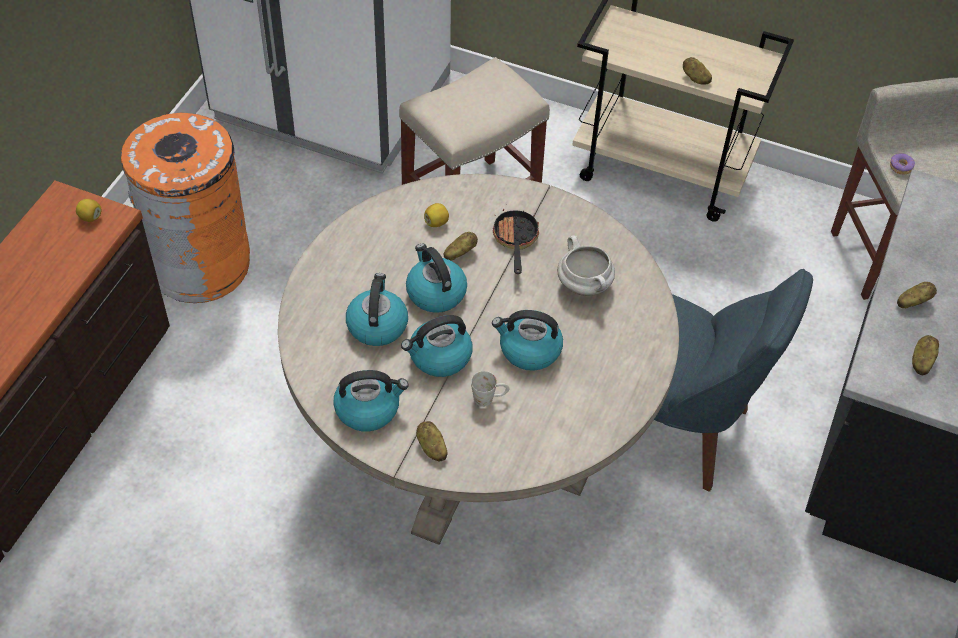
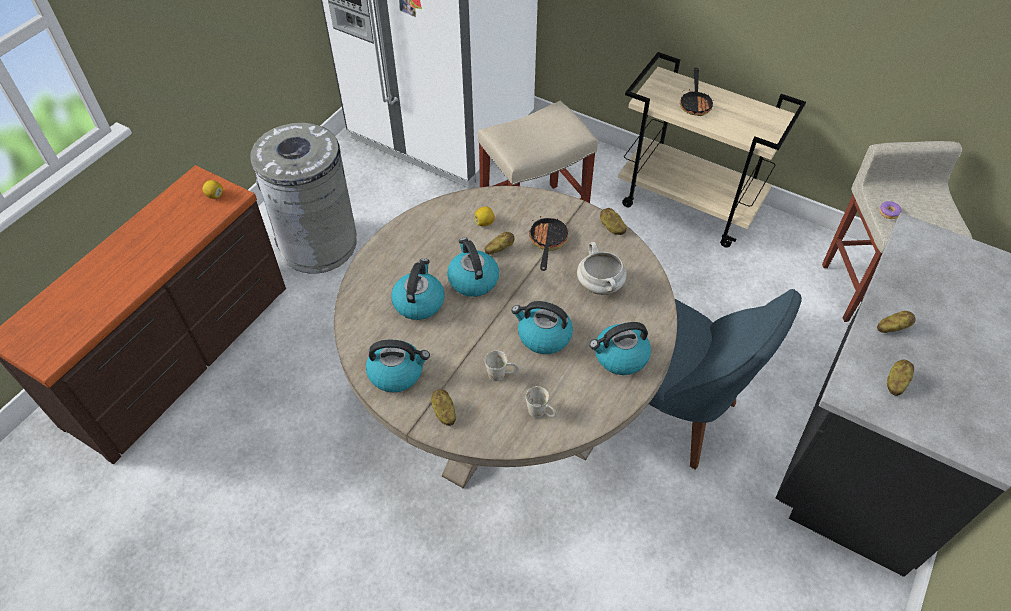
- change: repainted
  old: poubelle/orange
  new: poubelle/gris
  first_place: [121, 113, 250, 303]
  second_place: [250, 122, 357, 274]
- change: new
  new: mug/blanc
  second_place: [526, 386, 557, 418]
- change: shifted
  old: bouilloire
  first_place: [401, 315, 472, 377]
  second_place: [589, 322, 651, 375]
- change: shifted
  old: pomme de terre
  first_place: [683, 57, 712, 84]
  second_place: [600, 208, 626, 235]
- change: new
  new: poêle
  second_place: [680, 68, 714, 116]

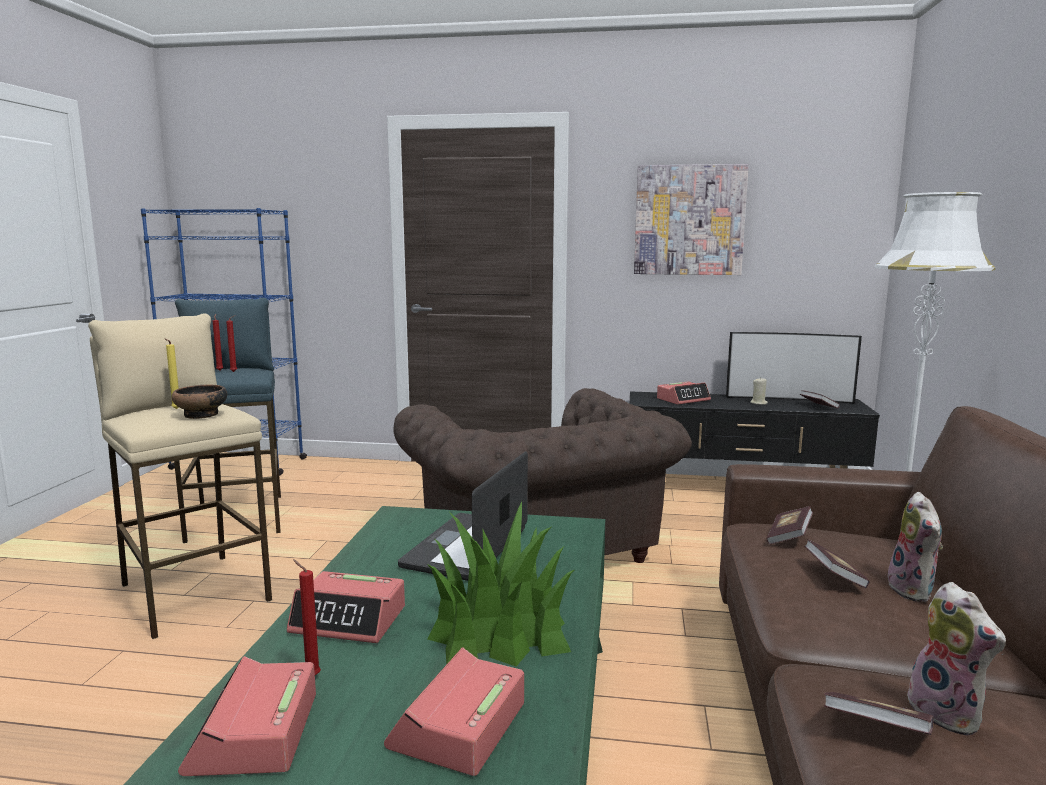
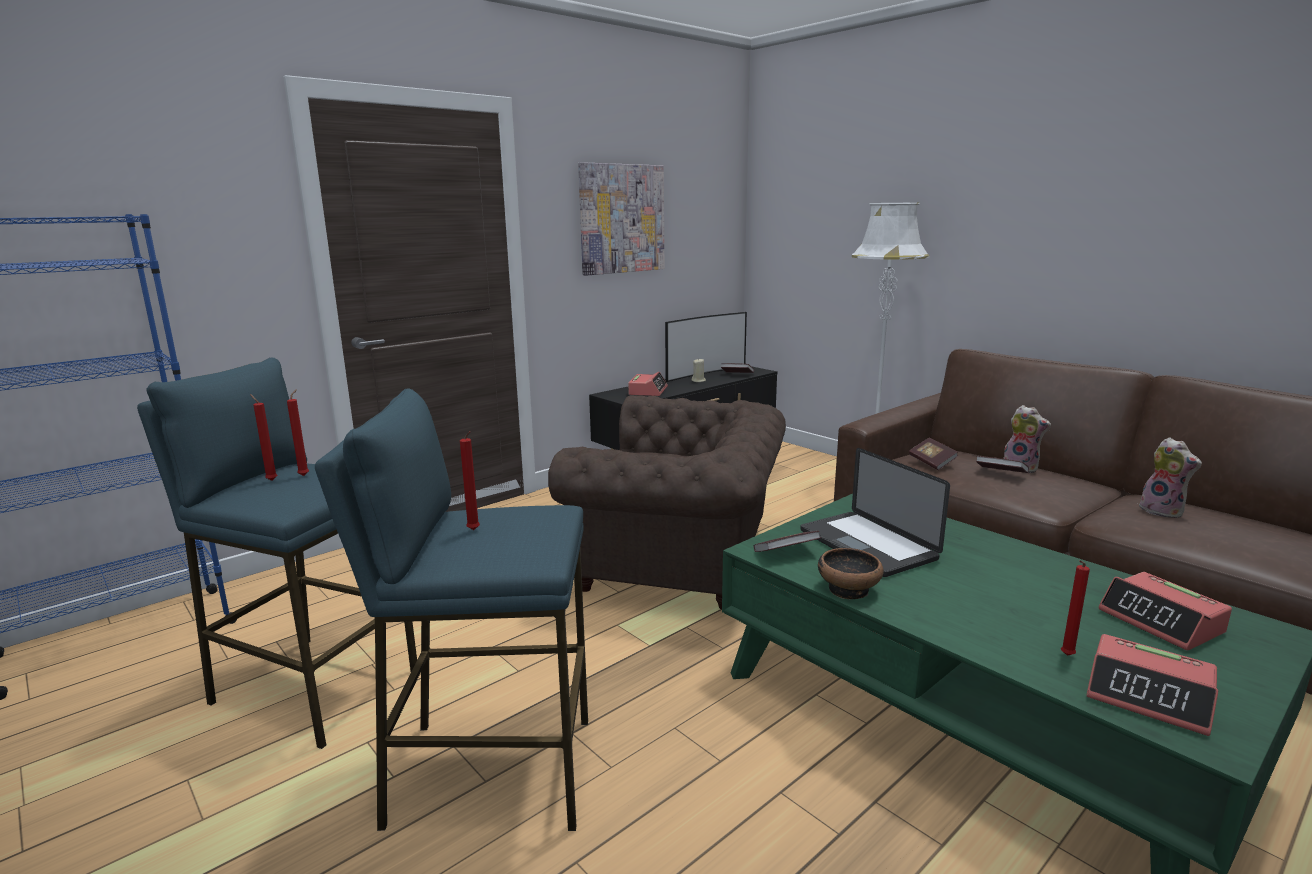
- change: repainted
  old: tabouret/beige
  new: tabouret/bleu
  first_place: [88, 313, 272, 639]
  second_place: [315, 388, 588, 831]
- change: repainted
  old: bougie/jaune
  new: bougie/rouge
  first_place: [165, 339, 179, 409]
  second_place: [460, 432, 480, 530]
- change: shifted
  old: livre
  first_place: [824, 692, 934, 735]
  second_place: [753, 531, 821, 552]
- change: shifted
  old: bol
  first_place: [172, 385, 227, 419]
  second_place: [818, 548, 884, 599]
- change: rotated
  old: peluche
  first_place: [907, 582, 1006, 735]
  second_place: [1139, 437, 1202, 518]
  degrees: 45
- change: gone
  old: réveil
  first_place: [287, 571, 405, 643]
- change: gone
  old: plante en pot
  first_place: [427, 501, 574, 666]

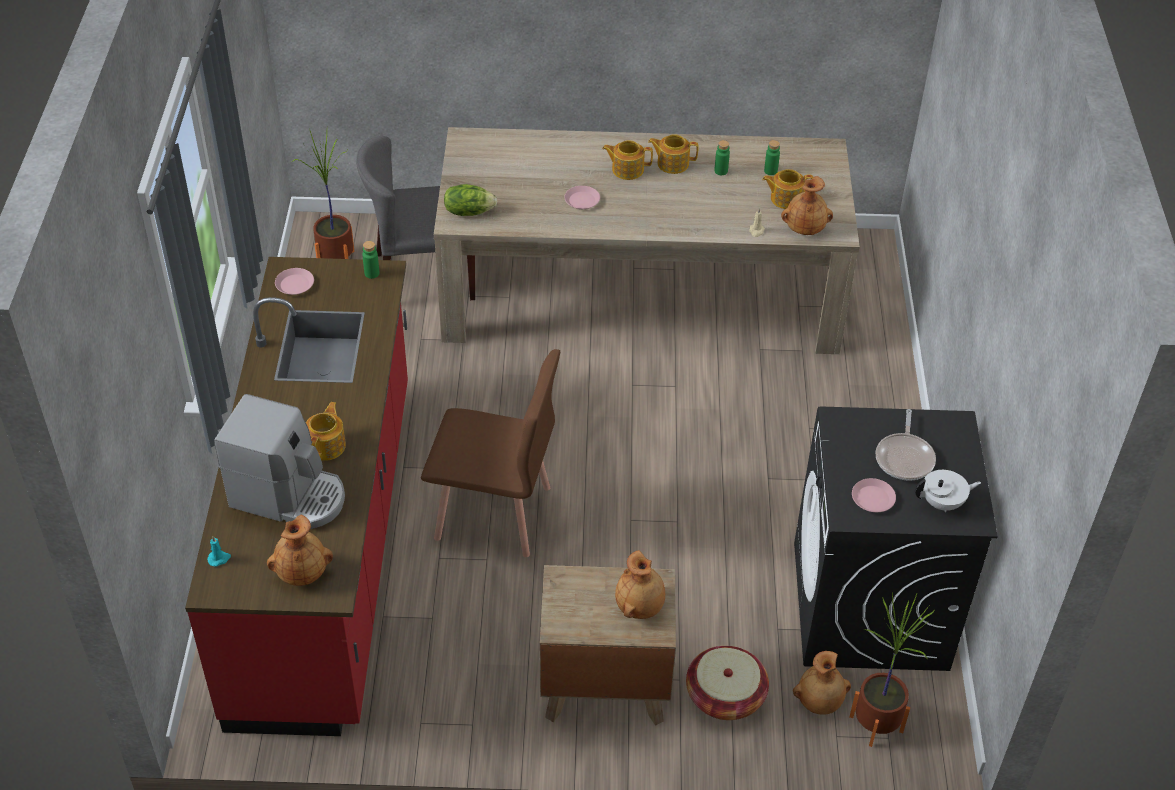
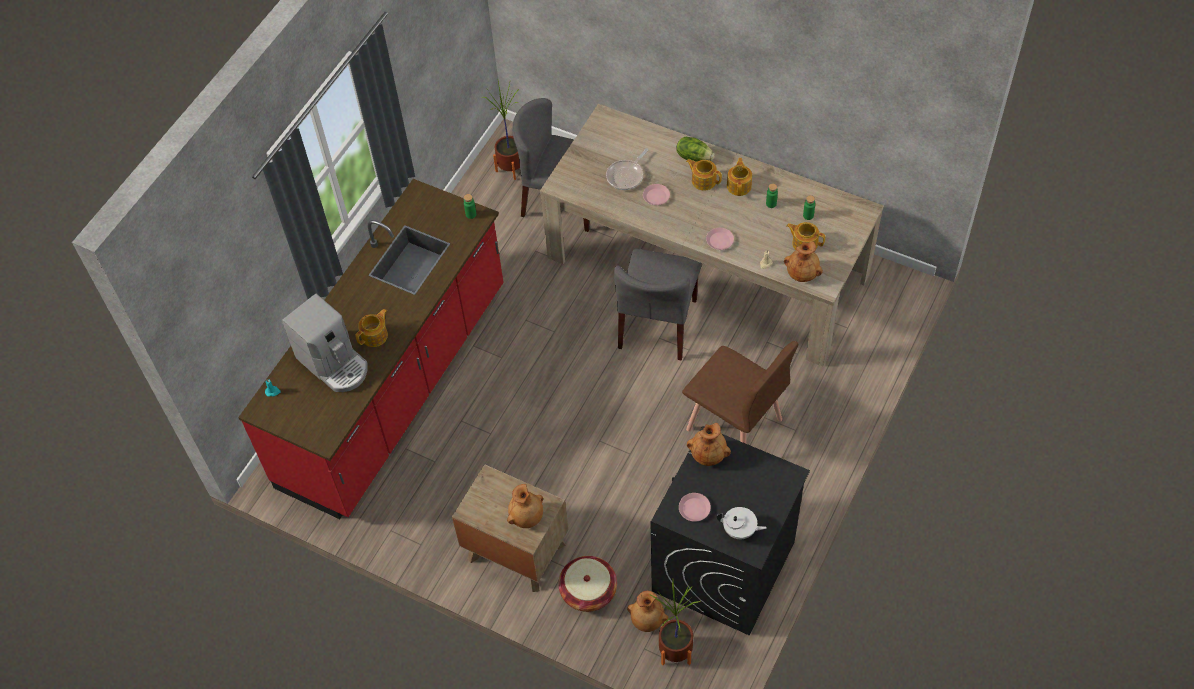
- change: shifted
  old: poêle
  first_place: [876, 409, 936, 481]
  second_place: [606, 148, 648, 190]
- change: new
  new: chaise/gris
  second_place: [614, 249, 702, 361]
- change: shifted
  old: laitue
  first_place: [444, 184, 497, 216]
  second_place: [677, 137, 715, 162]
- change: shifted
  old: chaise/marron
  first_place: [421, 349, 560, 557]
  second_place: [682, 341, 799, 444]
- change: shifted
  old: vase/marron
  first_place: [267, 515, 333, 586]
  second_place: [687, 423, 731, 466]
- change: shifted
  old: assiette/rose
  first_place: [275, 268, 314, 295]
  second_place: [706, 228, 734, 250]
- change: rotated
  old: théière
  first_place: [648, 134, 698, 174]
  second_place: [727, 158, 752, 196]
  degrees: 60

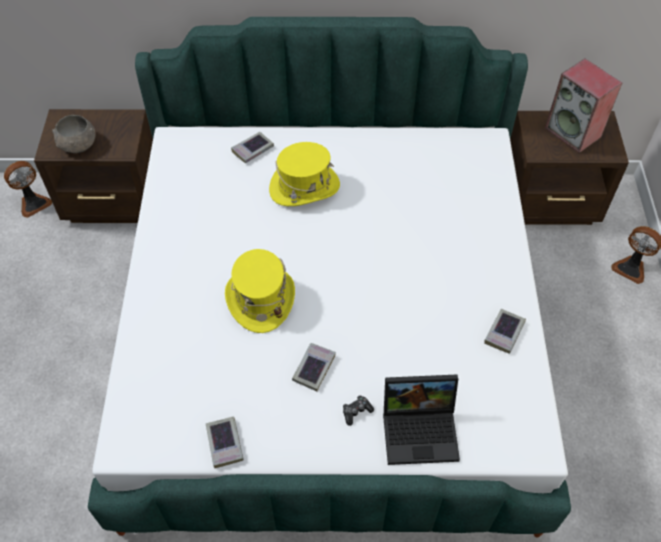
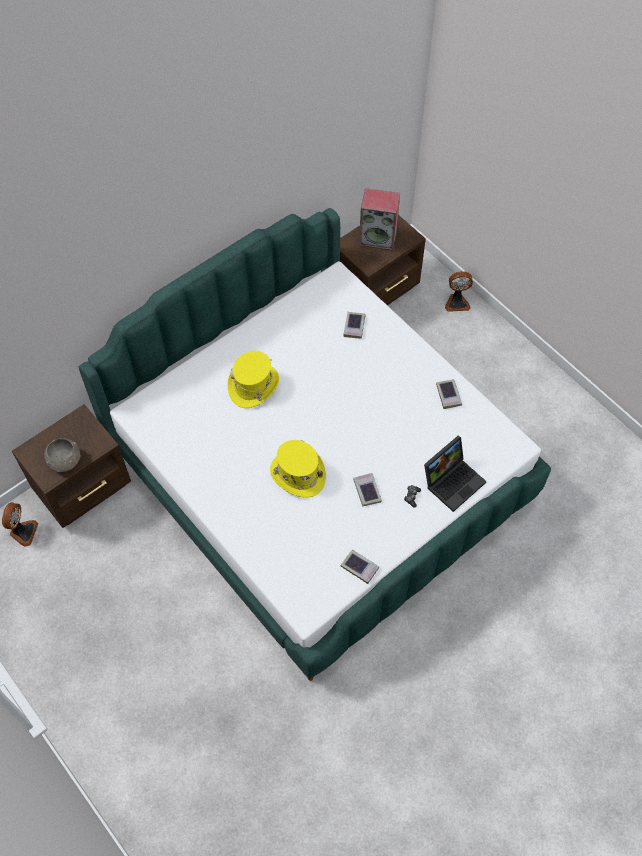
- change: shifted
  old: livre
  first_place: [231, 132, 274, 163]
  second_place: [343, 312, 365, 339]

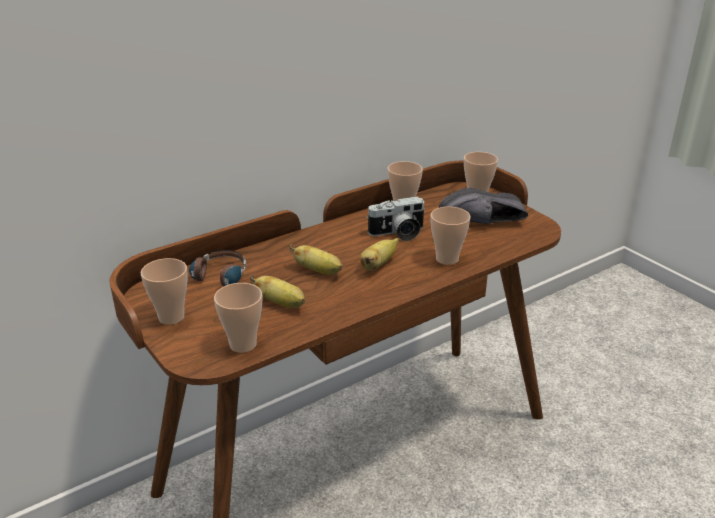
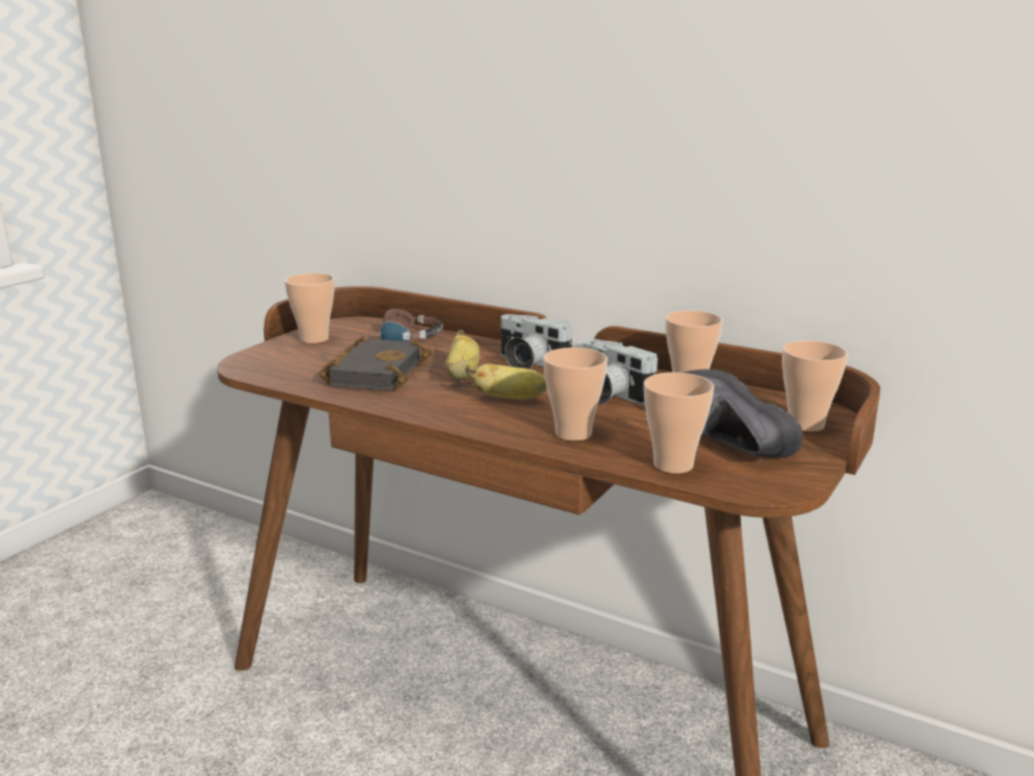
- change: swapped
  old: banane
  new: livre/noir
  first_place: [250, 274, 305, 308]
  second_place: [319, 336, 432, 391]
- change: new
  new: appareil photo
  second_place: [500, 314, 573, 369]
- change: shifted
  old: tasse
  first_place: [214, 283, 262, 353]
  second_place: [644, 372, 714, 474]

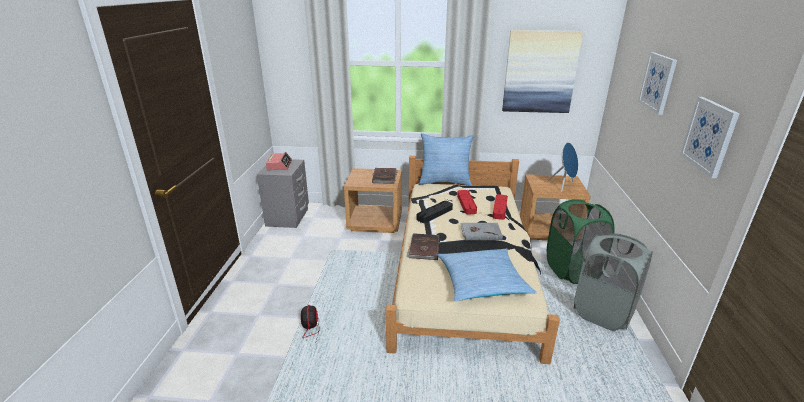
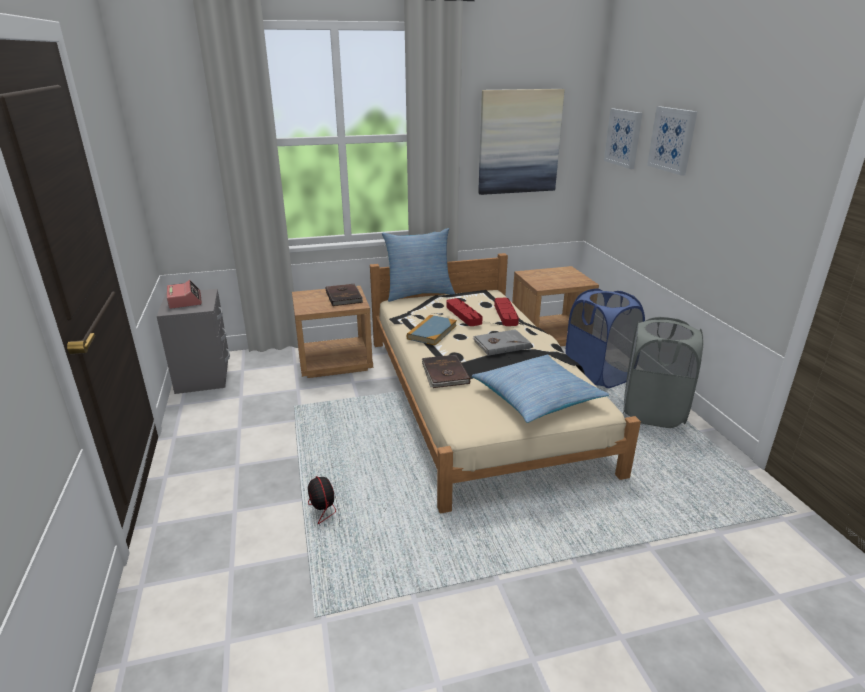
- change: swapped
  old: plateau/noir
  new: livre
  first_place: [417, 201, 453, 223]
  second_place: [407, 315, 457, 345]
- change: repainted
  old: panier à linge/vert
  new: panier à linge/bleu
  first_place: [547, 199, 615, 284]
  second_place: [565, 289, 645, 388]
- change: shifted
  old: tableau
  first_place: [680, 97, 740, 178]
  second_place: [604, 109, 643, 169]
- change: gone
  old: enceinte/bleu
  first_place: [547, 142, 578, 192]

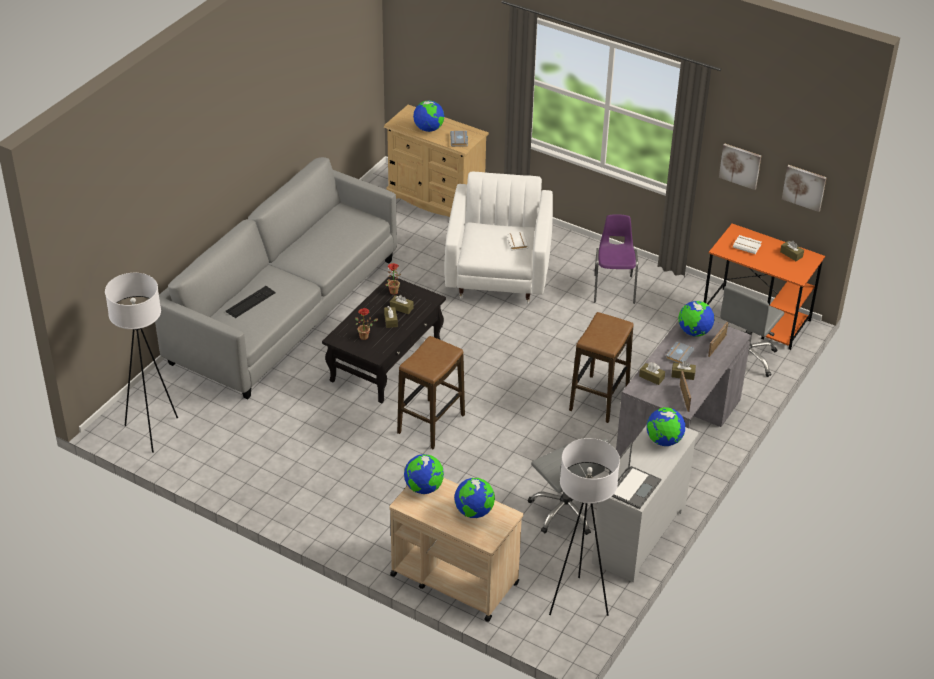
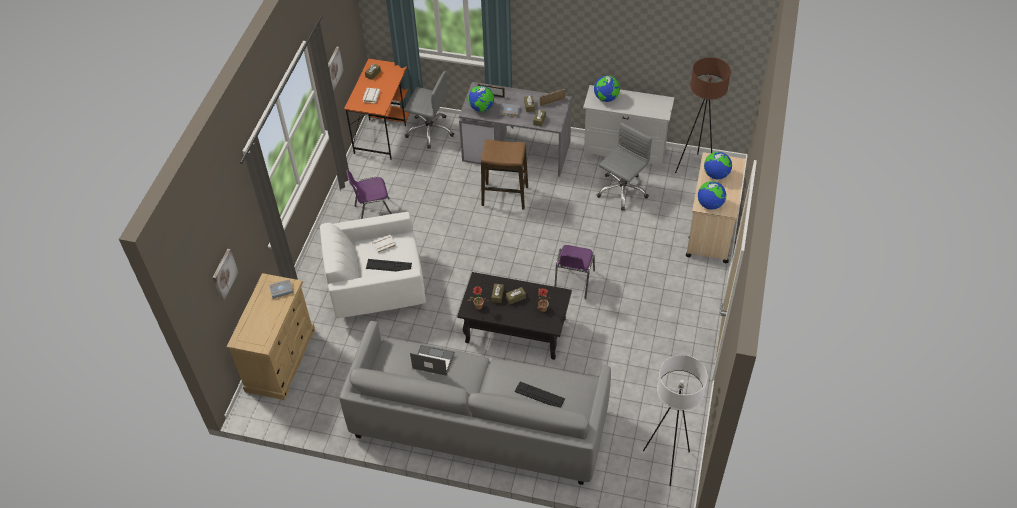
- change: shifted
  old: tableau
  first_place: [782, 165, 827, 212]
  second_place: [213, 249, 239, 301]
- change: new
  new: clavier
  second_place: [366, 259, 412, 272]
- change: shifted
  old: ordinateur portable
  first_place: [609, 442, 661, 509]
  second_place: [410, 345, 455, 376]
- change: swapped
  old: tabouret
  new: chaise/violet
  first_place: [397, 336, 465, 449]
  second_place: [554, 245, 595, 299]
- change: repainted
  old: lampadaire/blanc
  new: lampadaire/marron
  first_place: [549, 438, 620, 616]
  second_place: [675, 57, 731, 173]
- change: gone
  old: globe
  first_place: [413, 100, 444, 132]

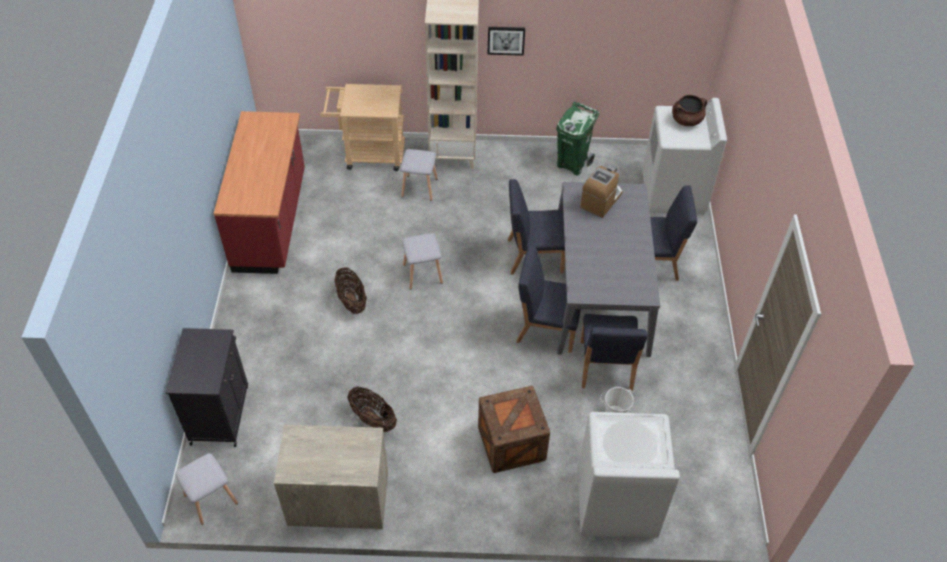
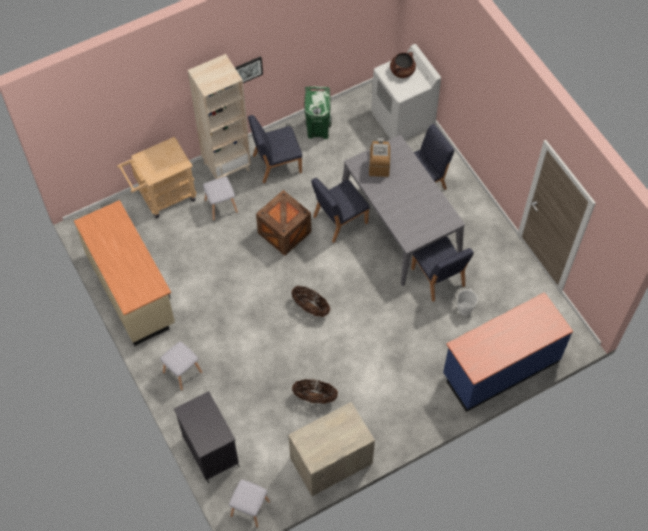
- change: repainted
  old: comptoir de cuisine/rouge
  new: comptoir de cuisine/beige
  first_place: [214, 111, 305, 274]
  second_place: [74, 200, 175, 346]
- change: shifted
  old: tabouret/gris
  first_place: [402, 233, 443, 290]
  second_place: [160, 341, 202, 391]
- change: shifted
  old: chaise/bleu
  first_place: [516, 246, 581, 353]
  second_place: [248, 115, 302, 183]
- change: shifted
  old: caisse
  first_place: [478, 386, 550, 473]
  second_place: [256, 190, 311, 256]
- change: shifted
  old: panier
  first_place: [334, 267, 367, 314]
  second_place: [291, 286, 330, 317]
- change: swapped
  old: lave-linge/blanc
  new: comptoir de cuisine/bleu
  first_place: [578, 412, 680, 538]
  second_place: [443, 292, 573, 412]

